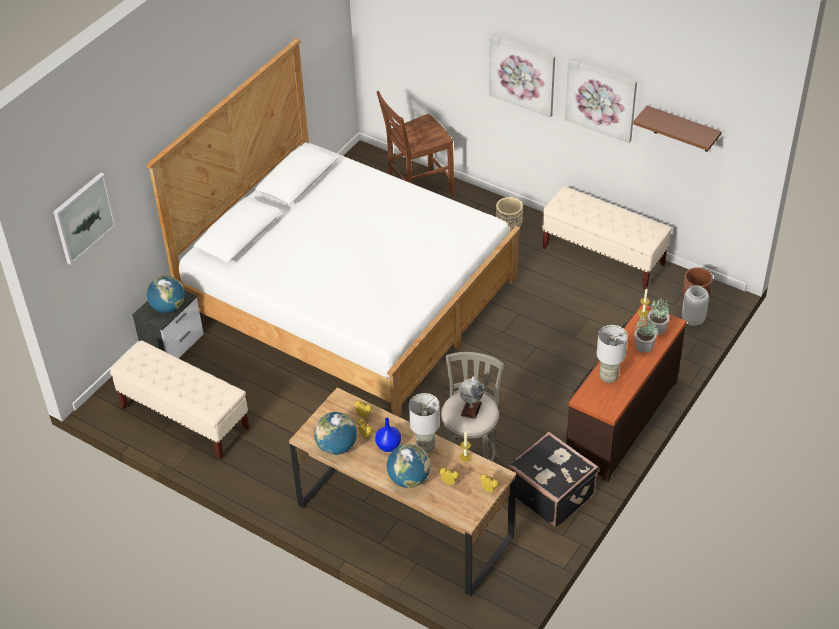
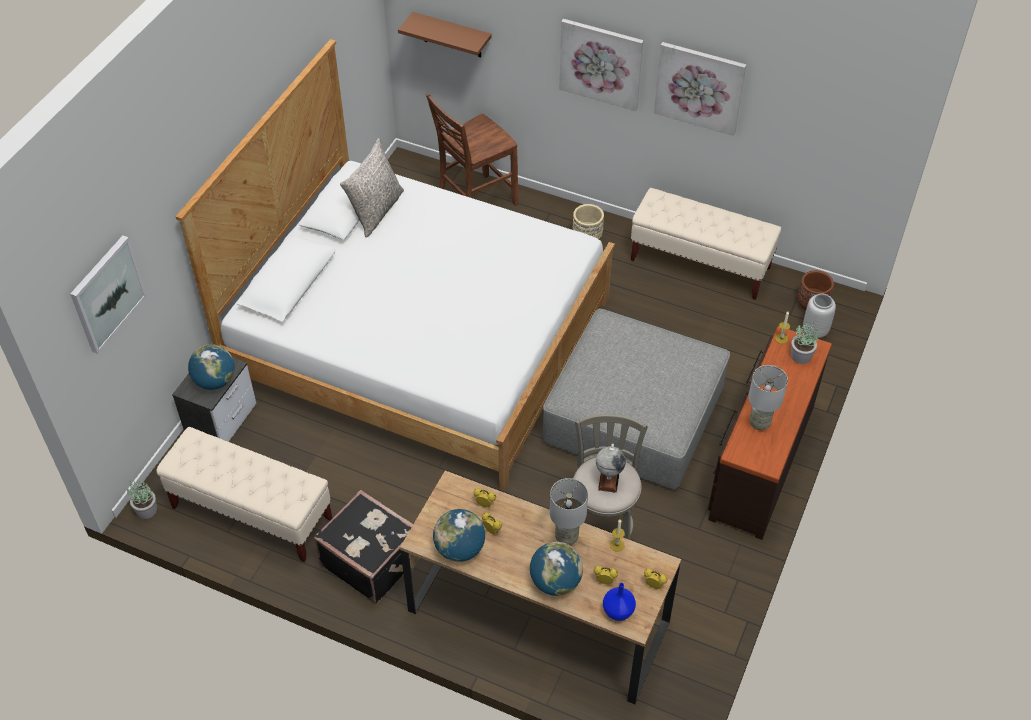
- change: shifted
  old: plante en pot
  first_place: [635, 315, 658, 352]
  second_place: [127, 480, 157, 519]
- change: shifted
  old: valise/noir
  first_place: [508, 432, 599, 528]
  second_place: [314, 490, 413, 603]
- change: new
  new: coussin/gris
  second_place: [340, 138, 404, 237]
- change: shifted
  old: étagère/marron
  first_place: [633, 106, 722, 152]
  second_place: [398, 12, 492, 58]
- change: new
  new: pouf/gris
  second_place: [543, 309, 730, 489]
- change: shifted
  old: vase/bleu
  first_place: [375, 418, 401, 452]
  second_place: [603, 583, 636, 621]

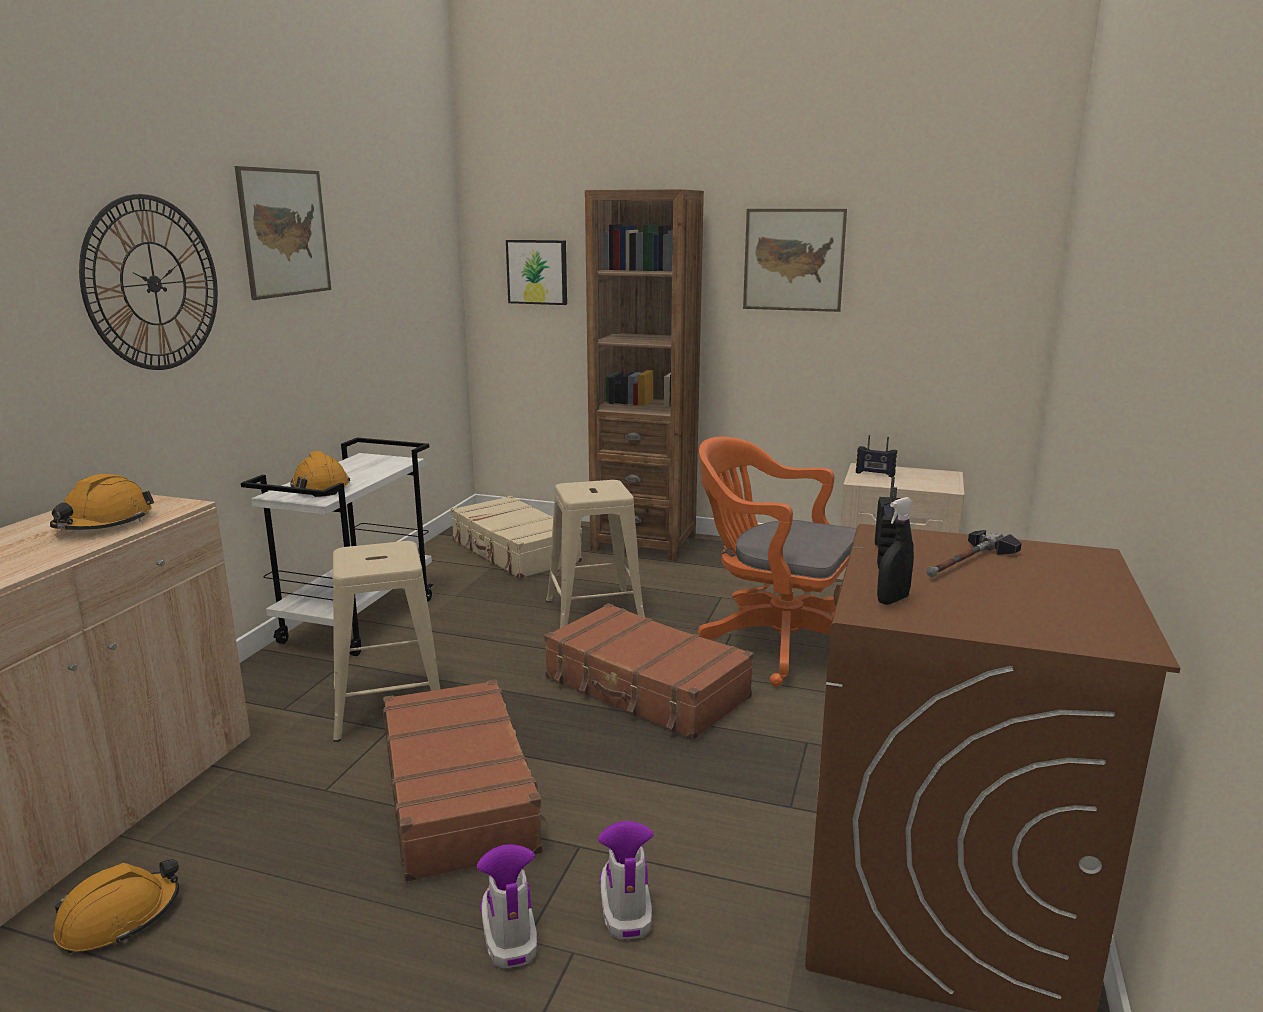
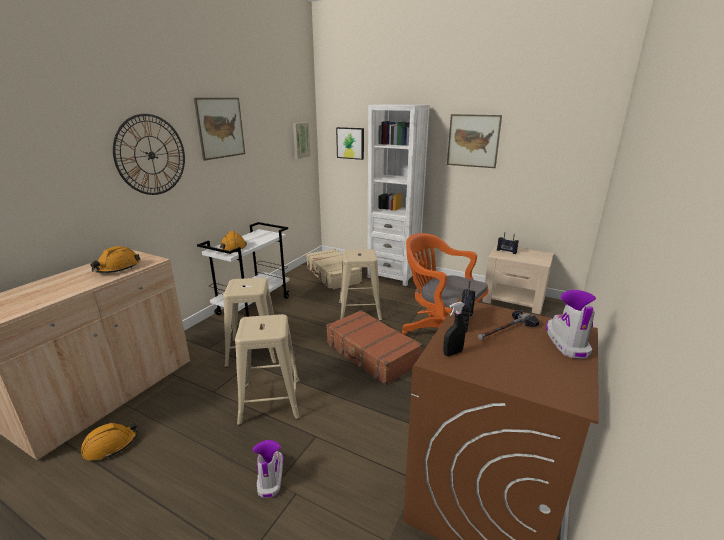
- change: swapped
  old: valise/marron
  new: tabouret/beige
  first_place: [383, 680, 548, 882]
  second_place: [235, 314, 300, 426]
- change: new
  new: tableau
  second_place: [293, 122, 311, 159]
- change: repainted
  old: bibliothèque/marron
  new: bibliothèque/blanc
  first_place: [585, 189, 704, 561]
  second_place: [367, 104, 430, 286]
- change: shifted
  old: botte
  first_place: [598, 821, 654, 939]
  second_place: [546, 290, 596, 359]

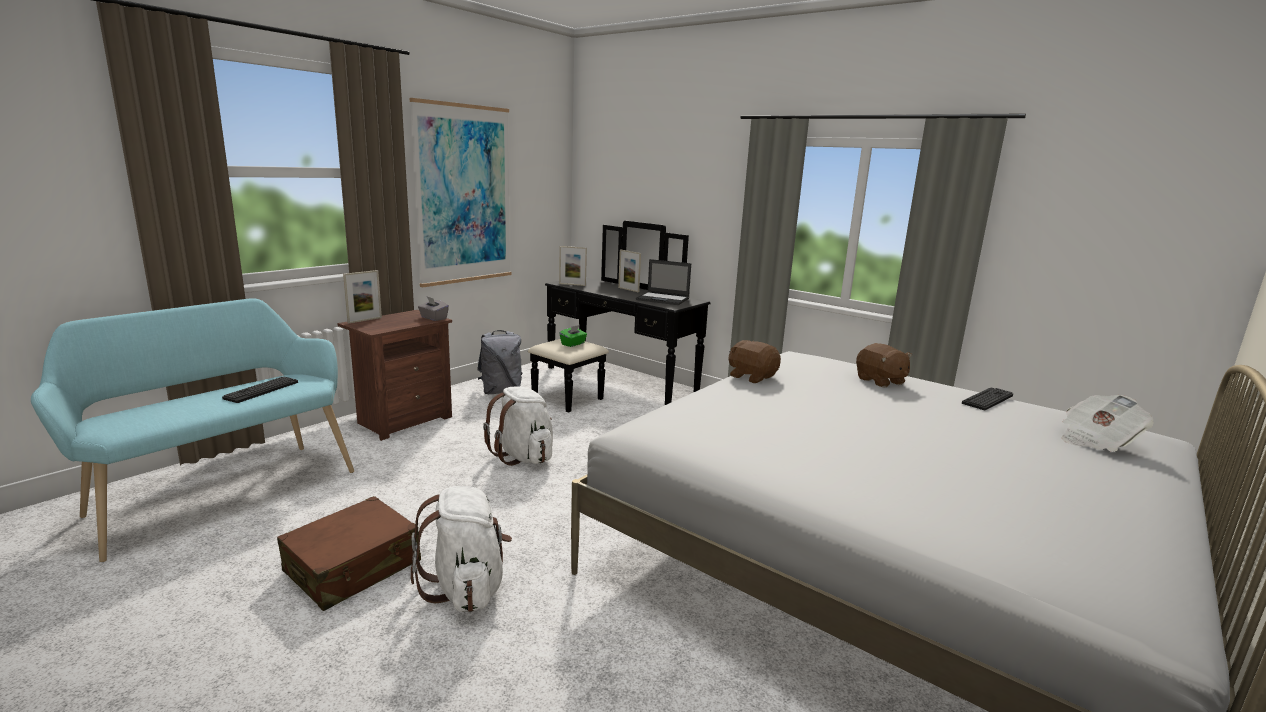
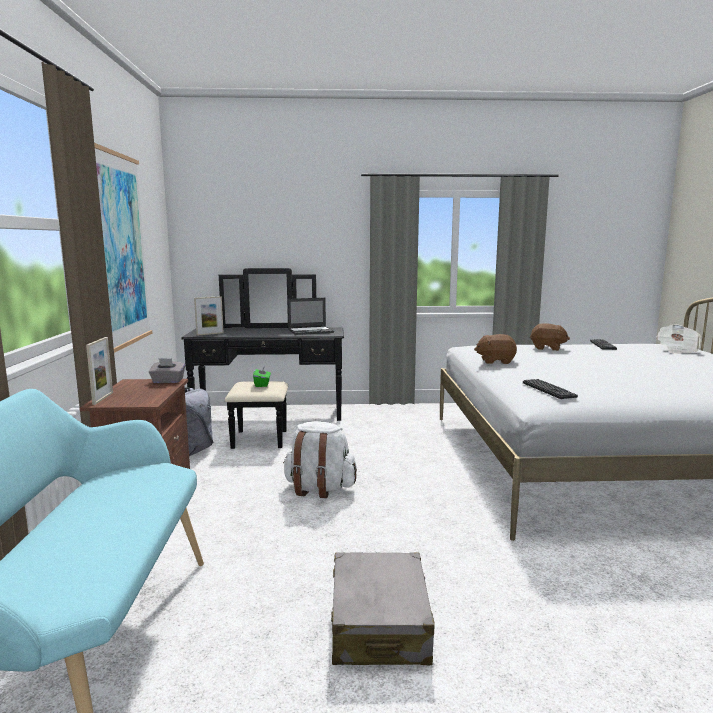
- change: repainted
  old: valise/marron
  new: valise/gris
  first_place: [277, 496, 421, 611]
  second_place: [331, 552, 435, 665]
- change: shifted
  old: clavier
  first_place: [222, 376, 298, 403]
  second_place: [523, 379, 578, 399]
- change: gone
  old: sac à dos/blanc
  first_place: [411, 486, 512, 612]
- change: gone
  old: cadre photo
  first_place: [618, 250, 641, 292]

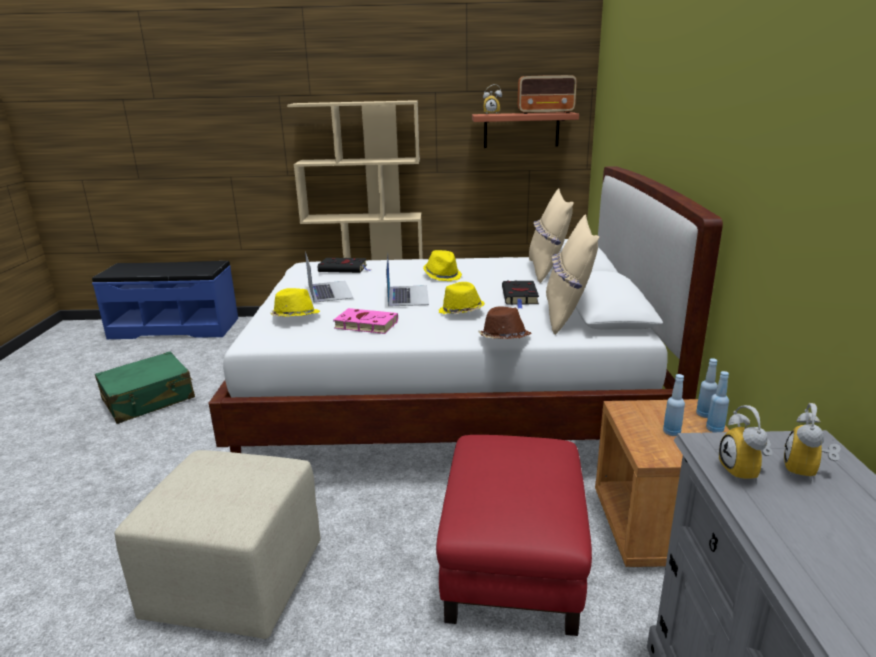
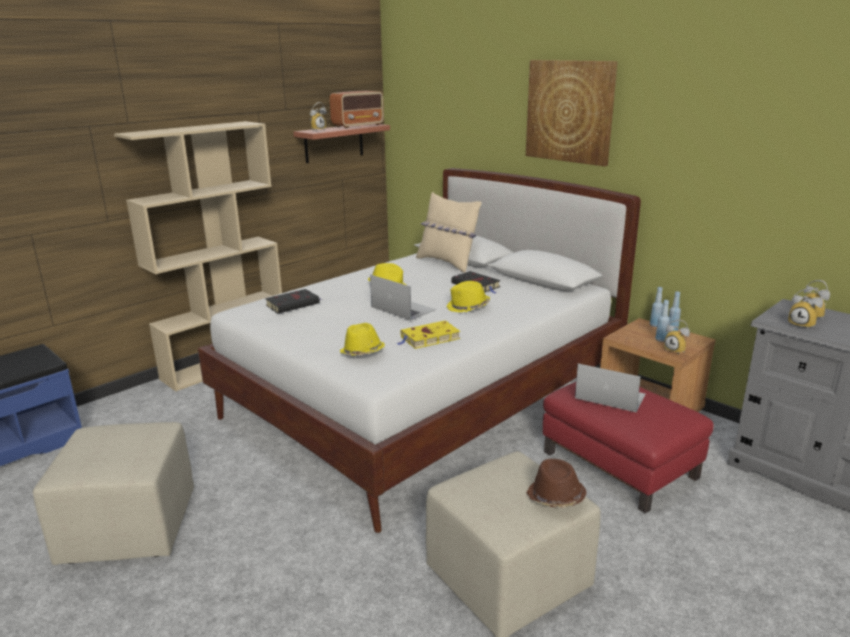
- change: swapped
  old: valise/vert
  new: pouf/beige
  first_place: [95, 352, 195, 424]
  second_place: [33, 422, 194, 565]
- change: repainted
  old: livre/rose
  new: livre/jaune
  first_place: [333, 308, 398, 334]
  second_place: [396, 321, 460, 349]
- change: new
  new: tableau
  second_place: [526, 60, 618, 166]
- change: shifted
  old: chapeau/marron
  first_place: [478, 306, 531, 339]
  second_place: [526, 459, 586, 508]
- change: shifted
  old: ordinateur portable
  first_place: [305, 251, 354, 303]
  second_place: [575, 363, 646, 412]
- change: new
  new: réveil
  second_place: [664, 320, 690, 355]
- change: gone
  old: coussin/beige
  first_place: [546, 214, 599, 335]

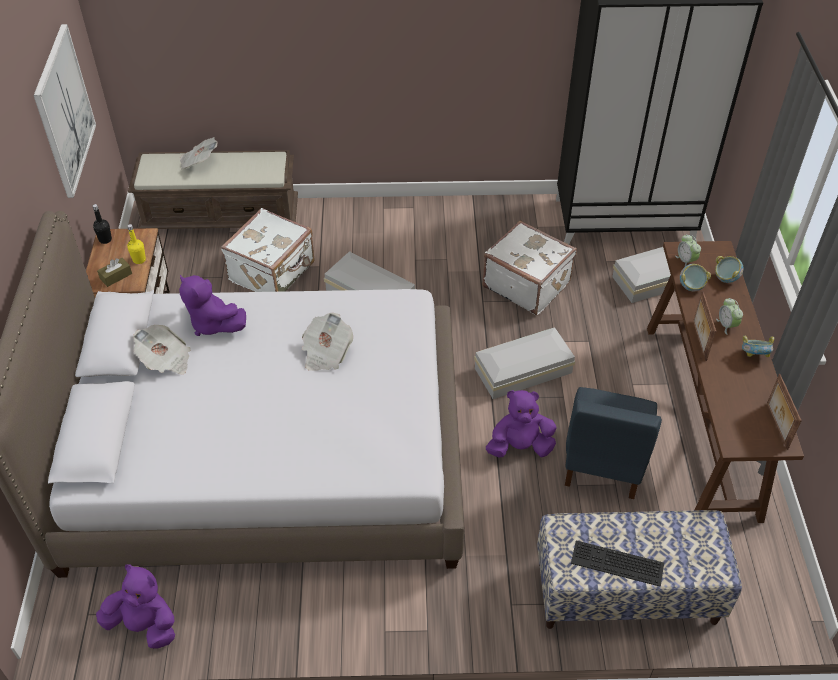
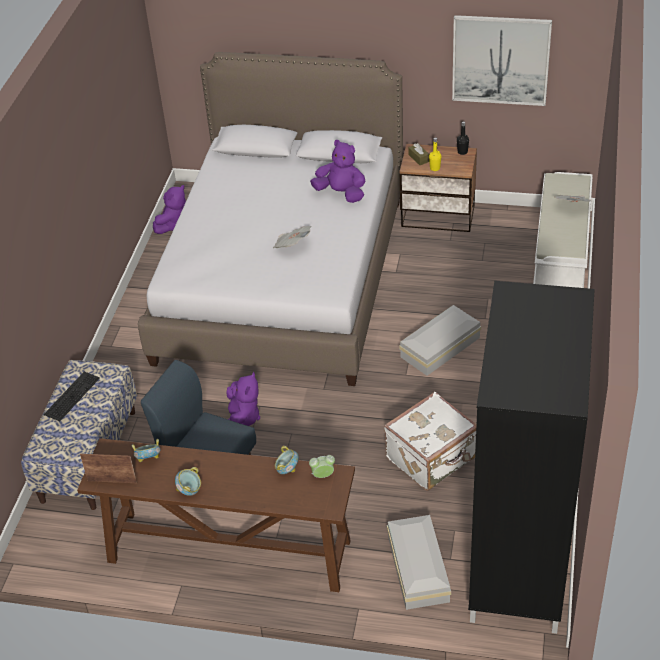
- change: shifted
  old: bol
  first_place: [715, 256, 744, 283]
  second_place: [132, 439, 160, 462]
- change: rotated
  old: peluche/violet
  first_place: [179, 275, 246, 336]
  second_place: [310, 140, 366, 203]
  degrees: 60
- change: repainted
  old: banc/marron
  new: banc/blanc
  first_place: [128, 150, 298, 229]
  second_place: [533, 172, 593, 288]
- change: gone
  old: journal
  first_place: [133, 325, 191, 374]
- change: gone
  old: valise/blanc
  first_place: [221, 208, 315, 292]
- change: gone
  old: boîte de rangement/blanc
  first_place: [474, 327, 575, 399]
- change: gone
  old: cadre photo
  first_place: [693, 291, 716, 361]
- change: gone
  old: réveil
  first_place: [716, 298, 743, 335]

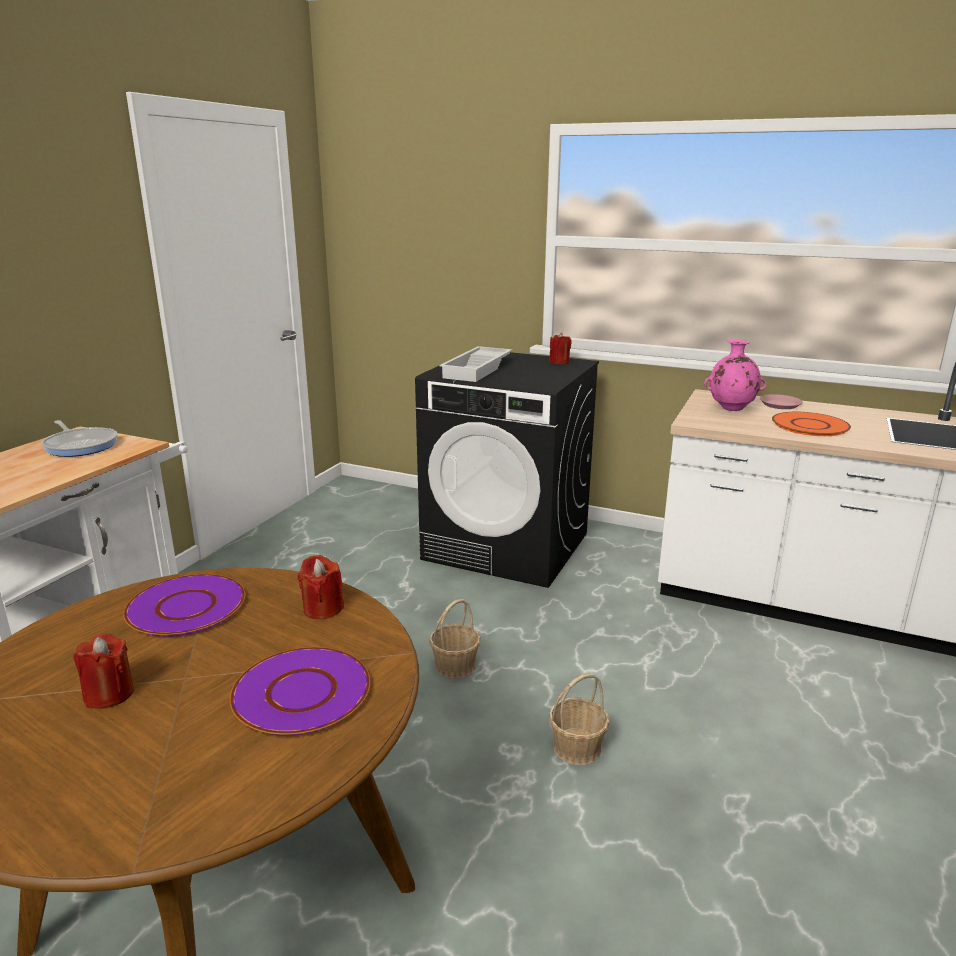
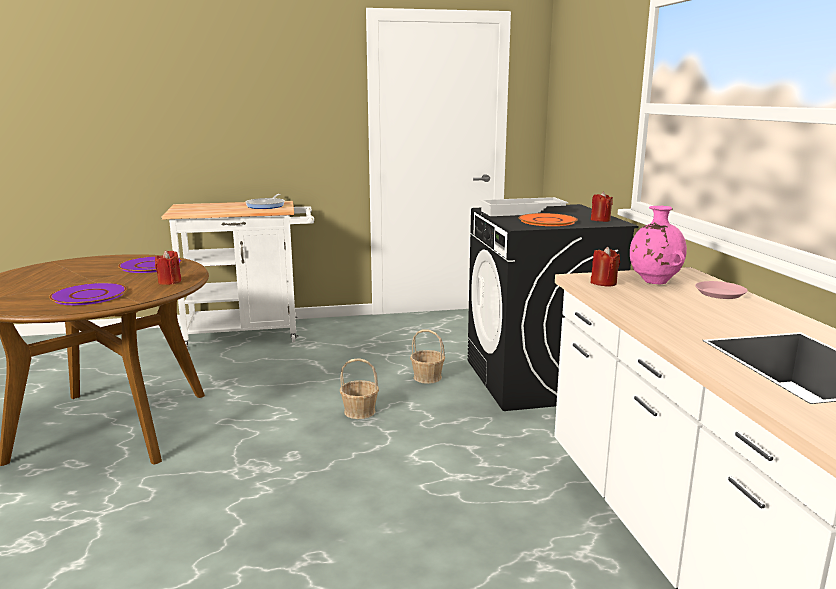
- change: shifted
  old: panier
  first_place: [549, 674, 610, 765]
  second_place: [410, 329, 445, 384]
- change: shifted
  old: assiette/orange
  first_place: [772, 412, 851, 436]
  second_place: [518, 213, 578, 226]
- change: shifted
  old: bougie/rouge
  first_place: [73, 633, 134, 709]
  second_place: [591, 247, 620, 286]

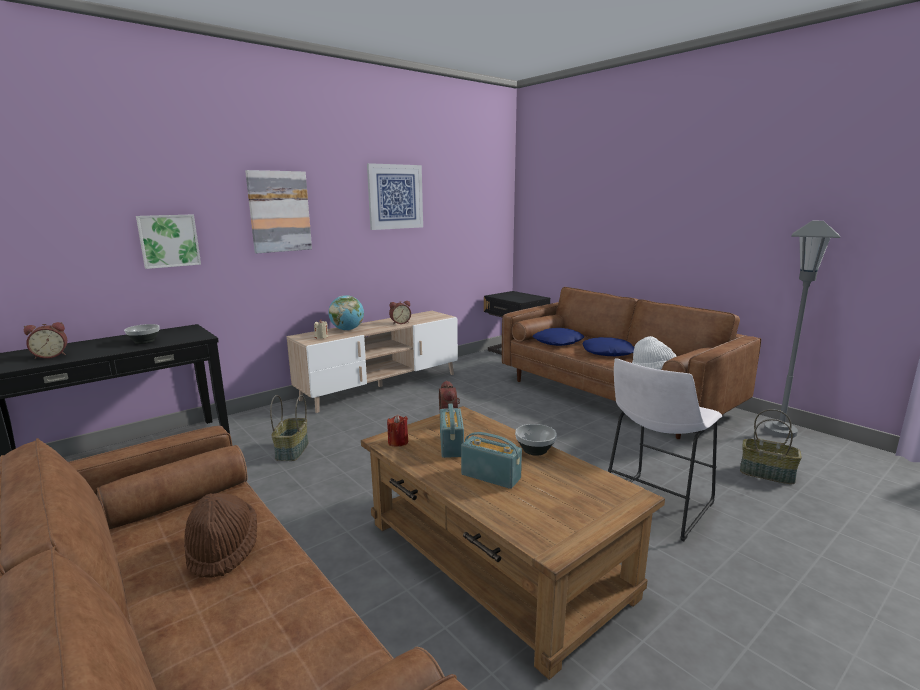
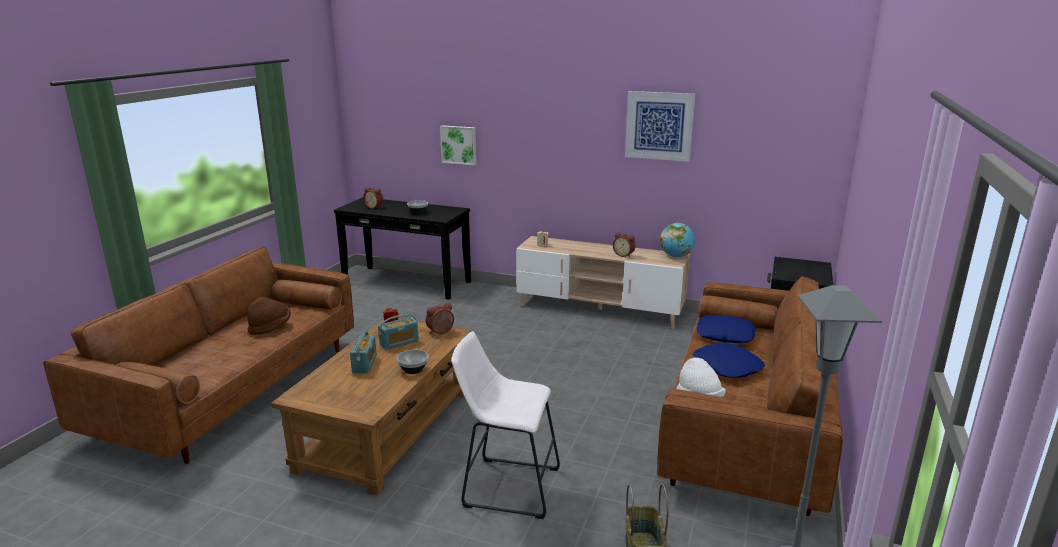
- change: shifted
  old: globe
  first_place: [328, 295, 364, 331]
  second_place: [660, 223, 695, 257]
- change: gone
  old: tableau
  first_place: [245, 170, 312, 253]
- change: gone
  old: panier
  first_place: [270, 395, 309, 461]

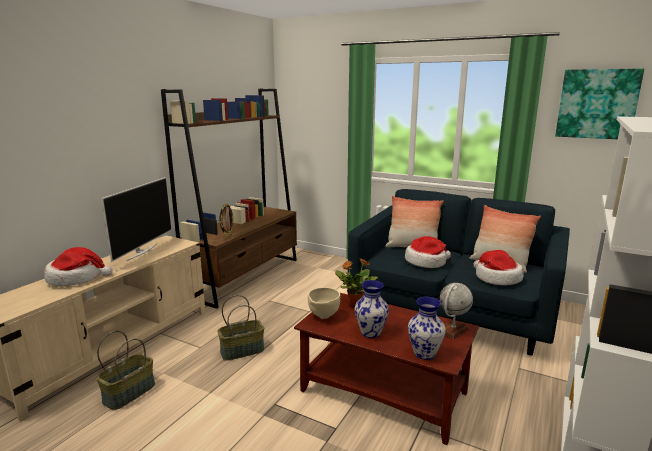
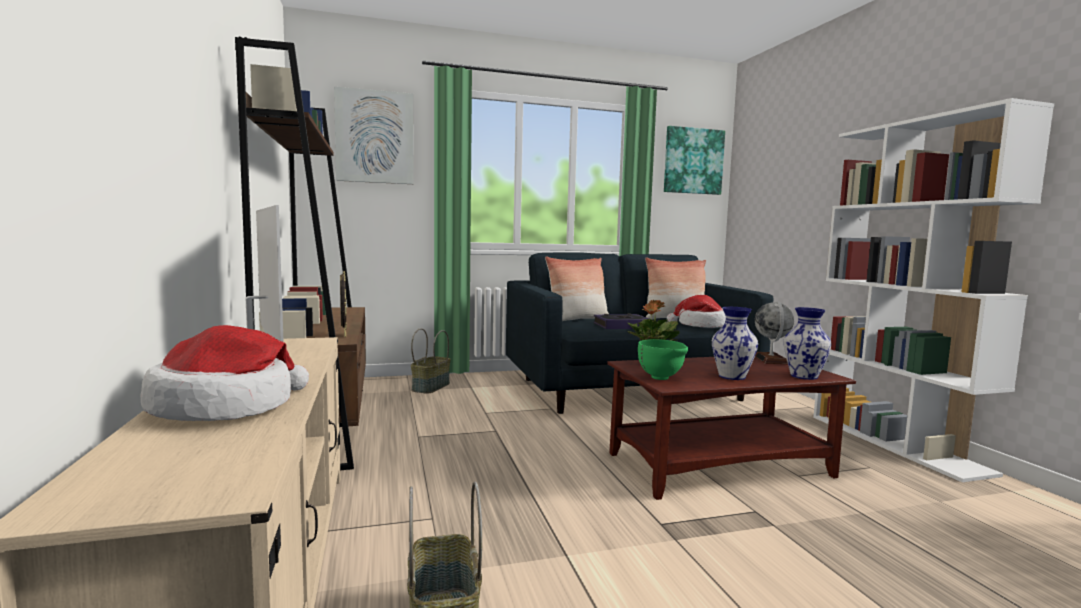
- change: new
  new: tableau
  second_place: [334, 86, 414, 184]
- change: shifted
  old: panier
  first_place: [218, 295, 264, 360]
  second_place: [411, 328, 451, 394]
- change: swapped
  old: chapeau
  new: livre
  first_place: [405, 236, 451, 268]
  second_place: [594, 314, 649, 329]
- change: repainted
  old: bol/beige
  new: bol/vert
  first_place: [308, 287, 341, 319]
  second_place: [638, 339, 688, 380]

